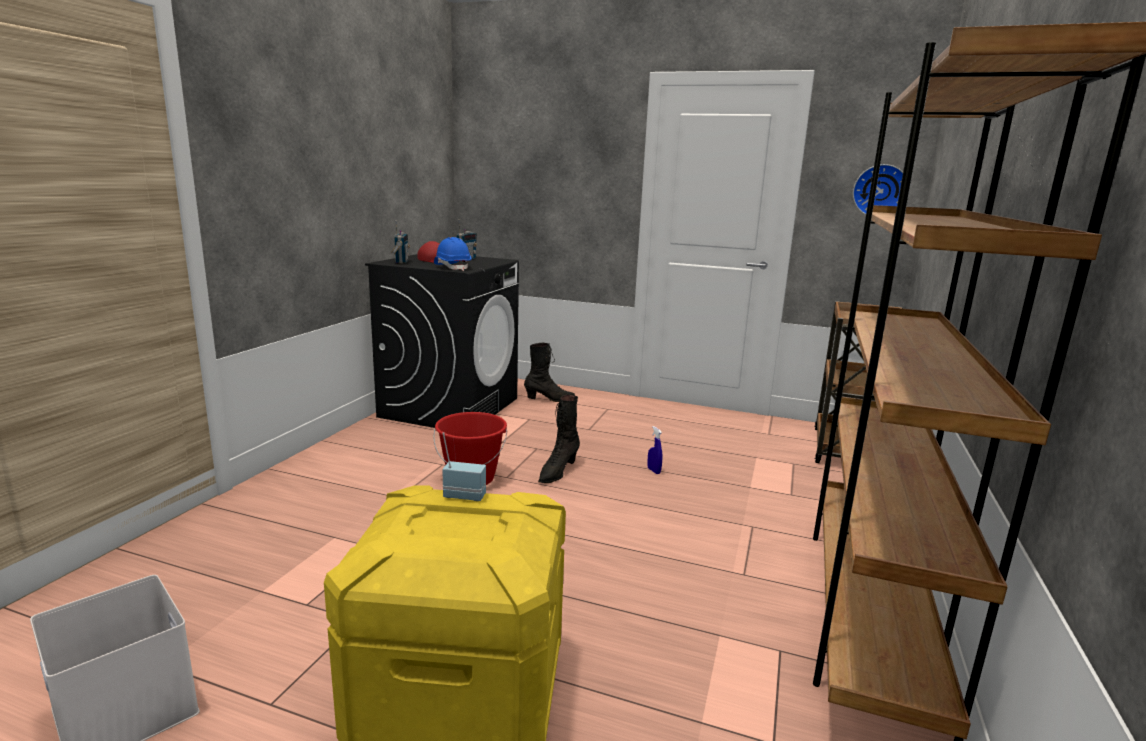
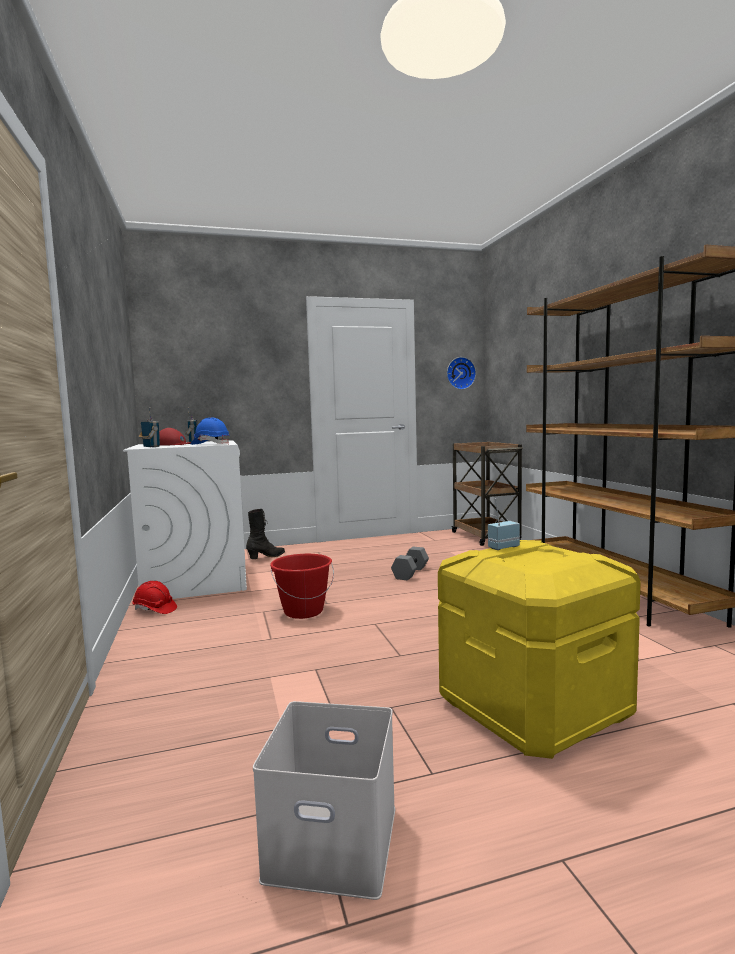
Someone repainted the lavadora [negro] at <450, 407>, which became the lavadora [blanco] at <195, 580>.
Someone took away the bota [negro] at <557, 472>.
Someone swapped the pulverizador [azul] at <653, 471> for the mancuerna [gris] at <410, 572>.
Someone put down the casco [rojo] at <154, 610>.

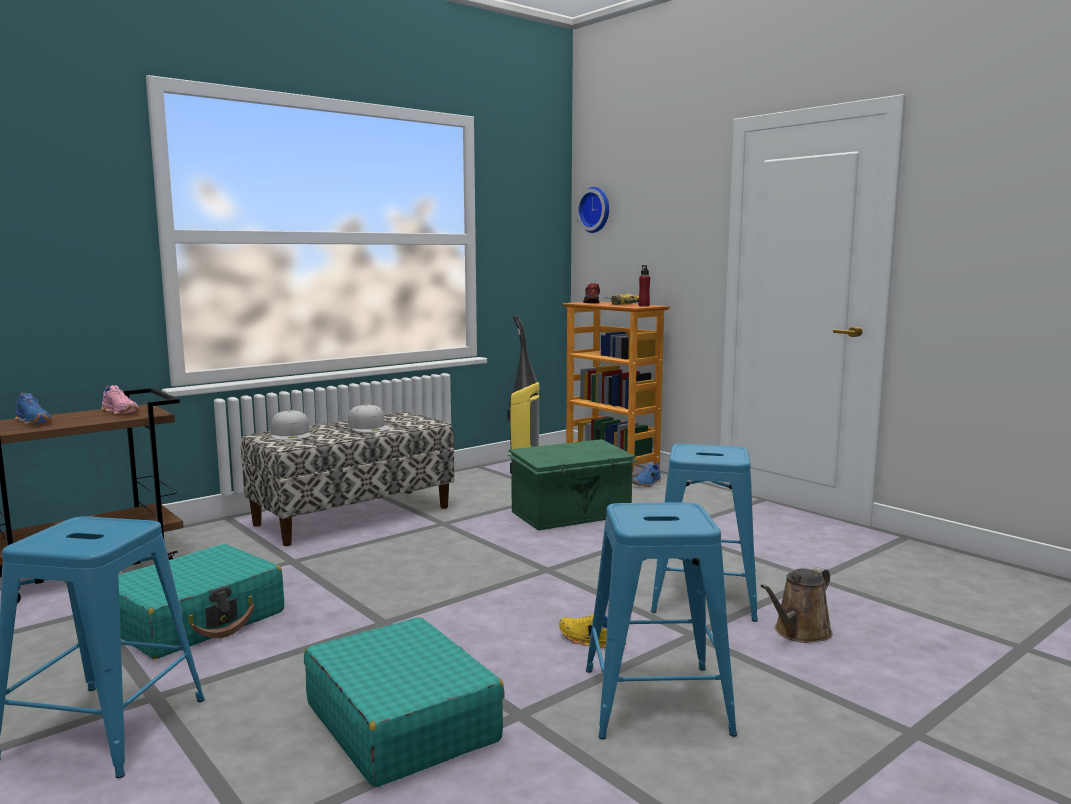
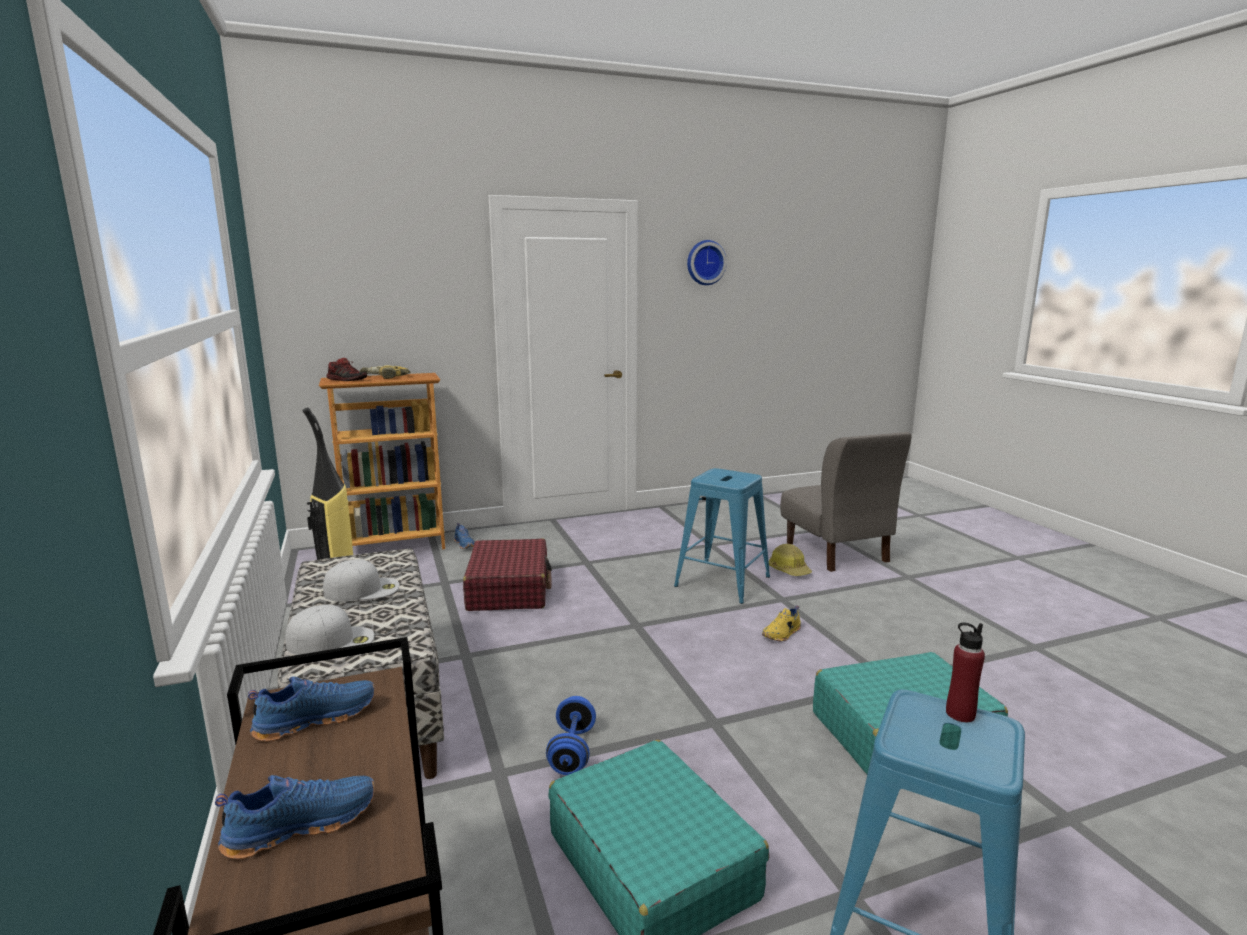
Someone carried the reloj de pared from <596, 210> to <705, 262>.
Someone carried the botella [rojo] from <644, 306> to <960, 714>.
Someone repainted the zapato [rosa] at <121, 412>, which became the zapato [azul] at <316, 718>.
Someone swapped the caja de almacenaje [verde] at <572, 514> for the maleta [rojo] at <509, 589>.
Someone took away the taburete [azul] at <655, 701>.
Someone swapped the regadera [marrón] at <799, 633> for the casco at <789, 570>.
Someone put down the silla [gris] at <836, 552>.
Someone put down the mancuerna [azul] at <572, 751>.

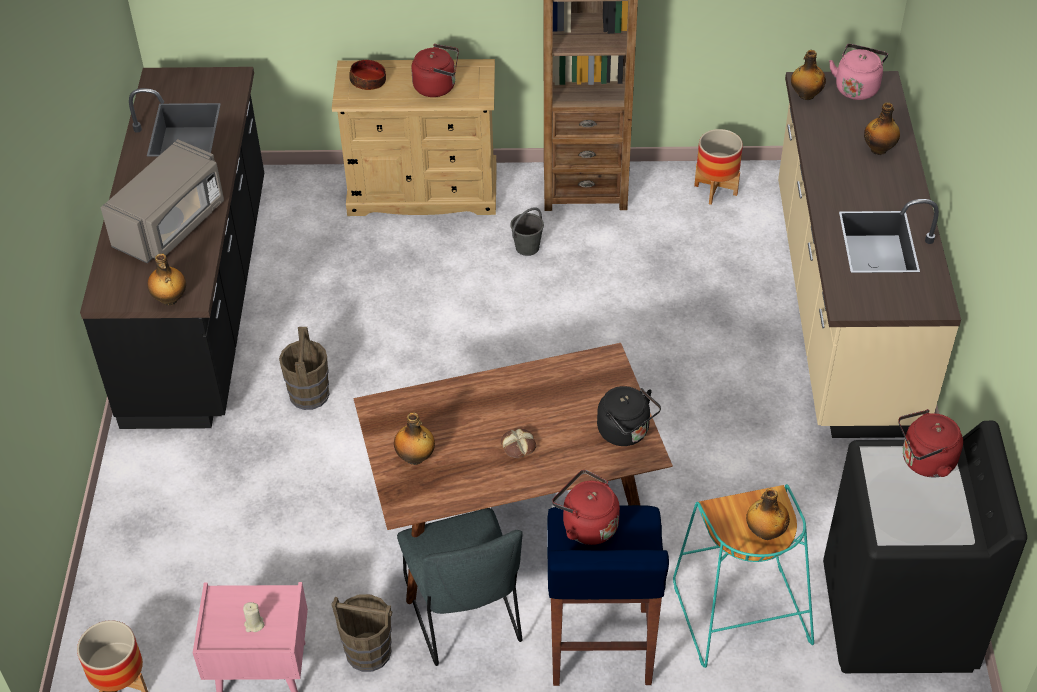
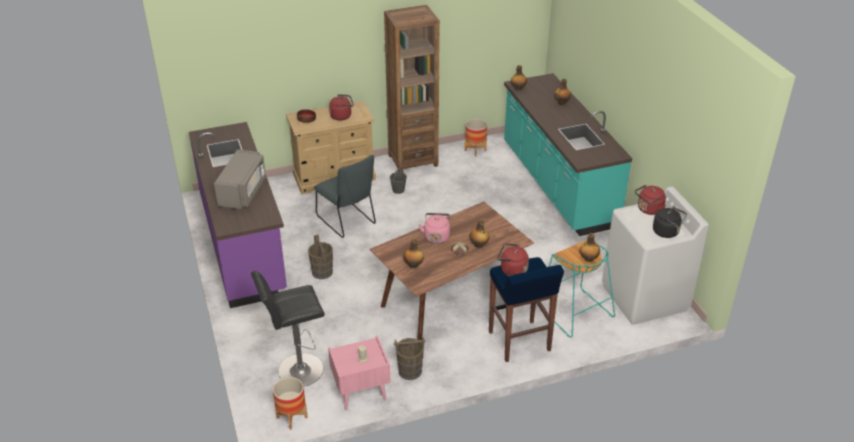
Someone carried the hervidor [rosa] from <856, 87> to <436, 236>.
Someone repainted the mueble bajo de cocina [negro] at <200, 299>, which became the mueble bajo de cocina [morado] at <243, 244>.
Someone repainted the mueble bajo de cocina [beis] at <842, 306>, which became the mueble bajo de cocina [turquesa] at <557, 184>.
Someone carried the botella from <170, 300> to <479, 245>.
Someone carried the hervidor [negro] from <626, 432> to <667, 232>.
Someone repainted the lavadora [negro] at <898, 618>, which became the lavadora [blanco] at <644, 298>.
Someone carried the silla [gris] from <464, 616> to <347, 221>.
Someone put down the taburete [negro] at <297, 371>.

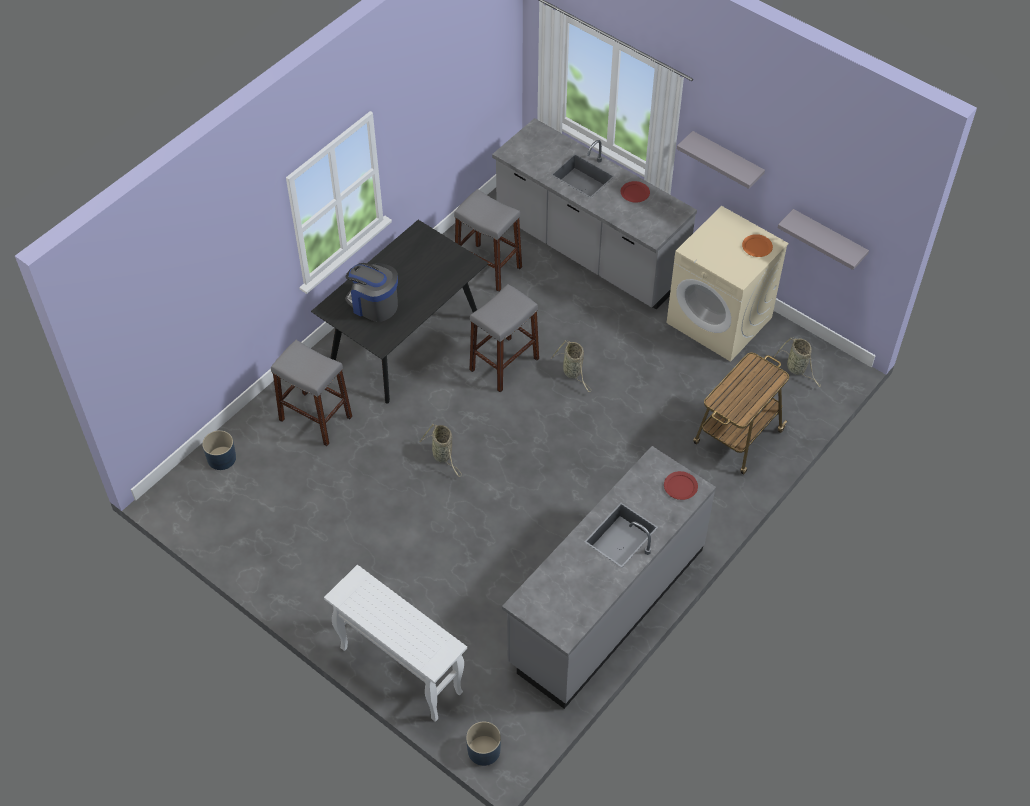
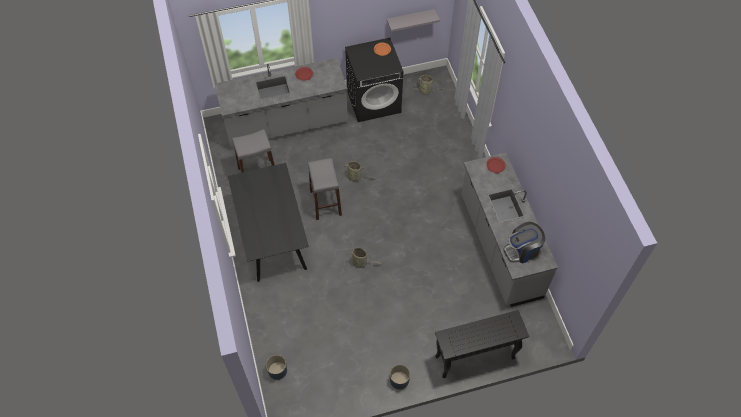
Someone took away the estante [gris] at <727, 160>.
Someone repainted the lavadora [beis] at <720, 320>, which became the lavadora [negro] at <374, 101>.
Someone carried the cafetera from <373, 304> to <522, 250>.
Someone took away the taburete [gris] at <315, 418>.
Someone took away the carrito at <737, 438>.
Someone repainted the mesa consola [blanco] at <399, 670>, which became the mesa consola [negro] at <474, 358>.
Someone carried the maceta [azul] from <483, 750> to <399, 380>.

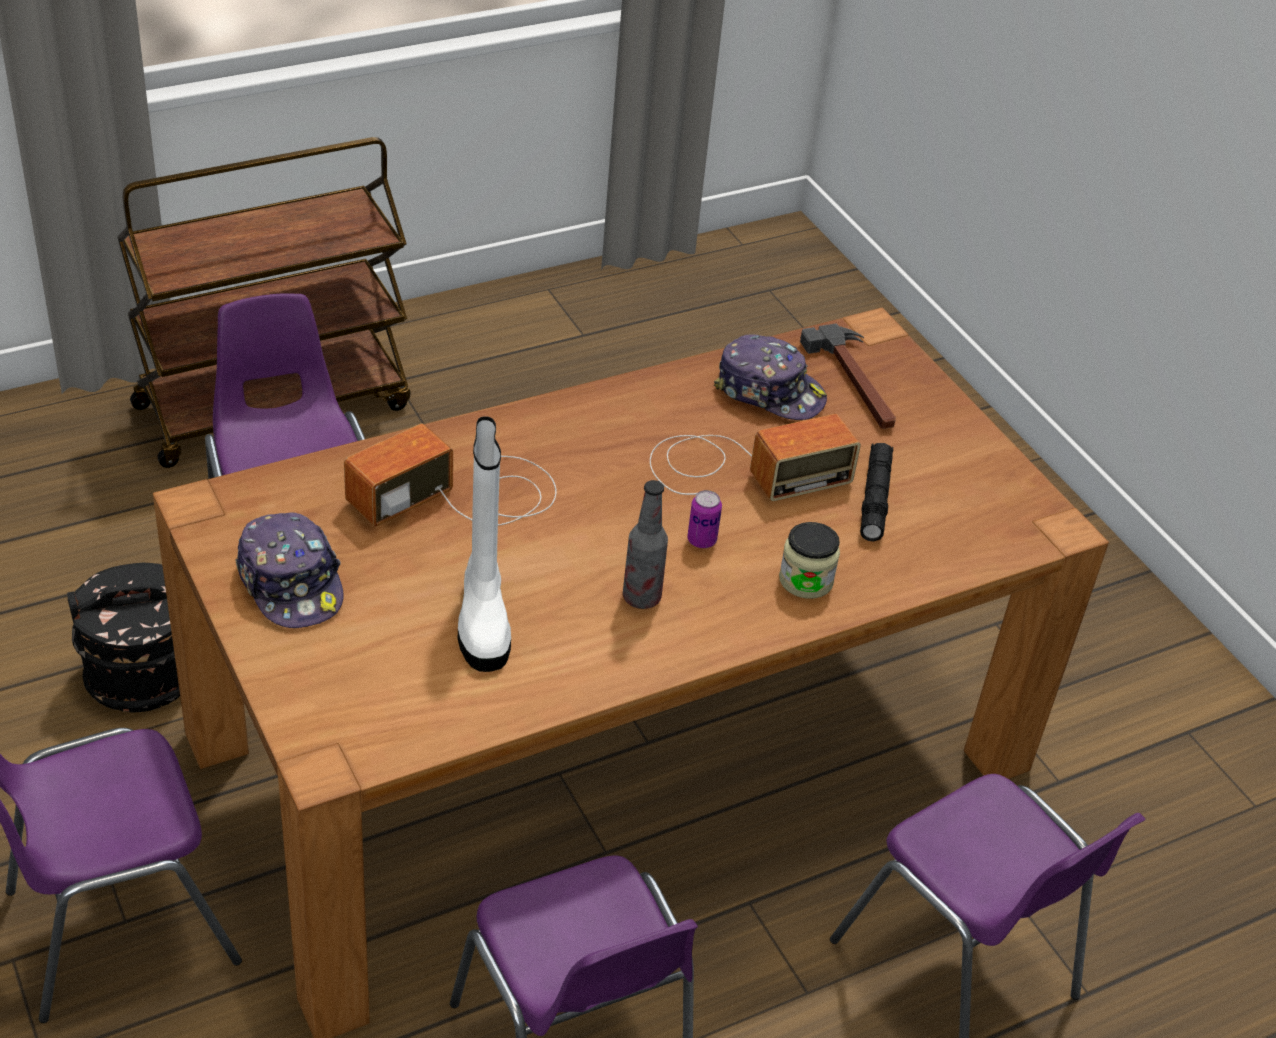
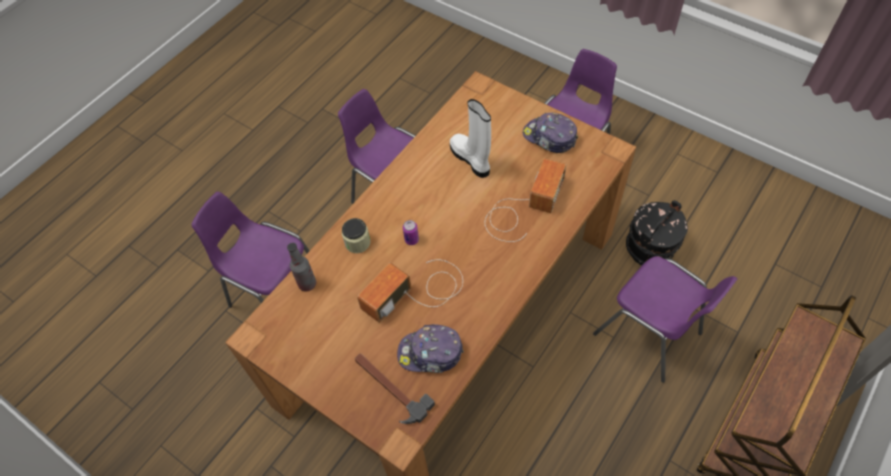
Someone took away the linterna [negro] at <875, 498>.
Someone carried the botella from <641, 597> to <307, 284>.

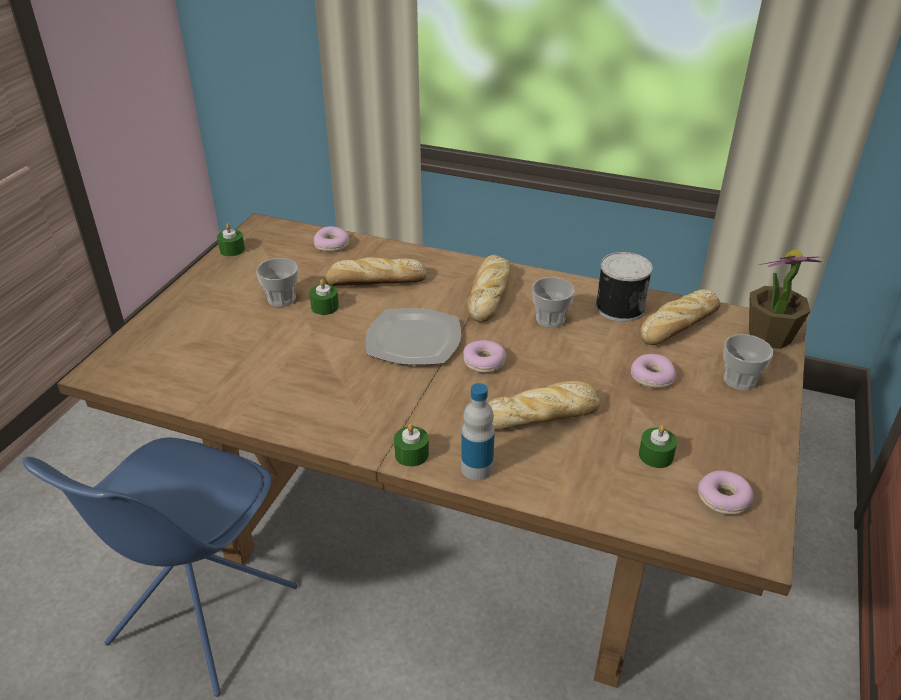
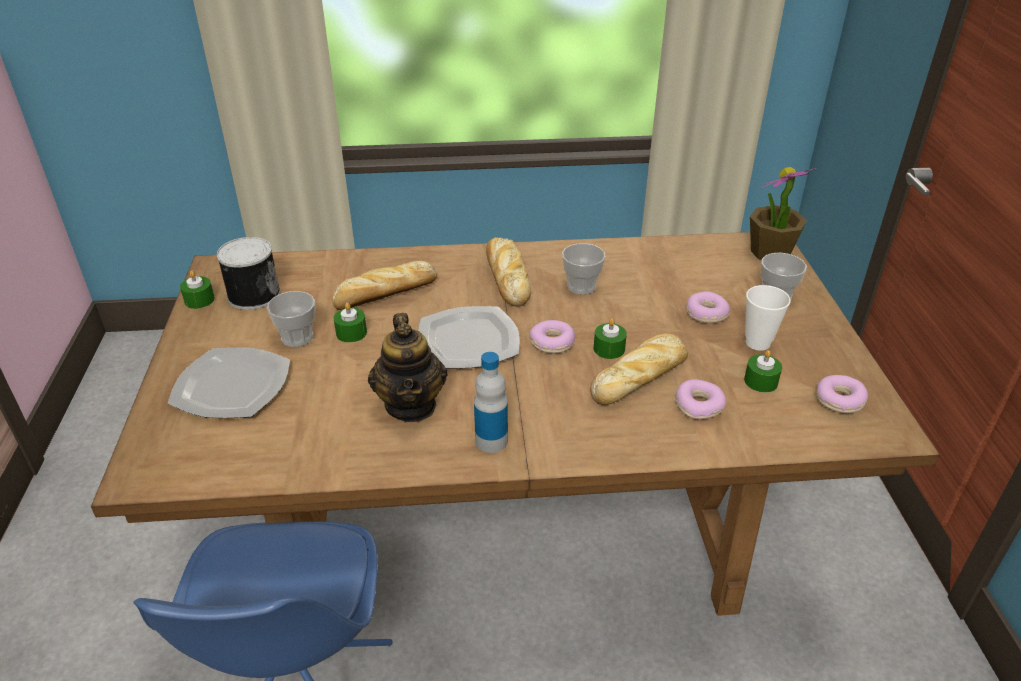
Someone carried the rosquilla from <332, 245> to <698, 405>.
Someone carried the lata from <619, 306> to <253, 294>.
Someone took away the pan at <678, 325>.
Someone carried the botella from <477, 468> to <491, 441>.
Someone carried the vela [verde] from <411, 454> to <609, 349>.
Someone put down the taza at <757, 343>.
Someone put down the tetera at <411, 405>.
Someone put down the plato at <232, 387>.

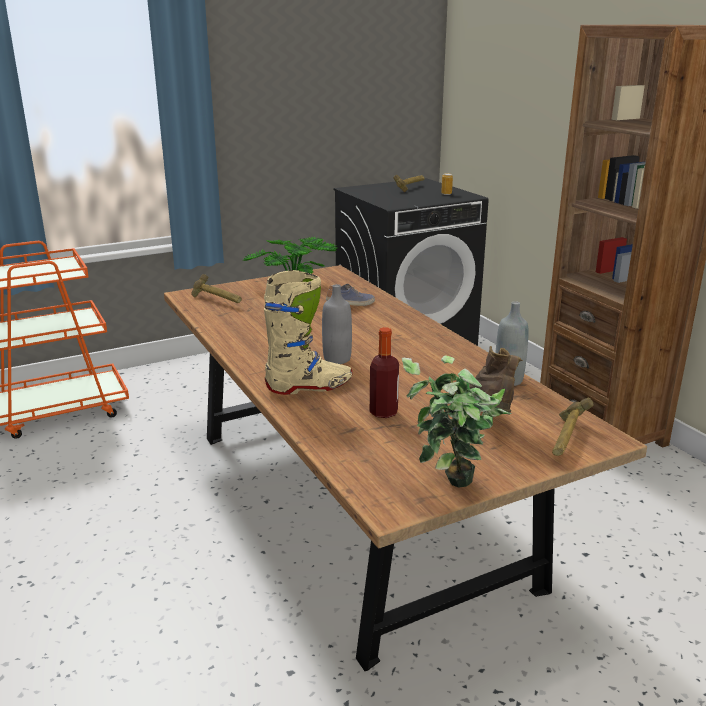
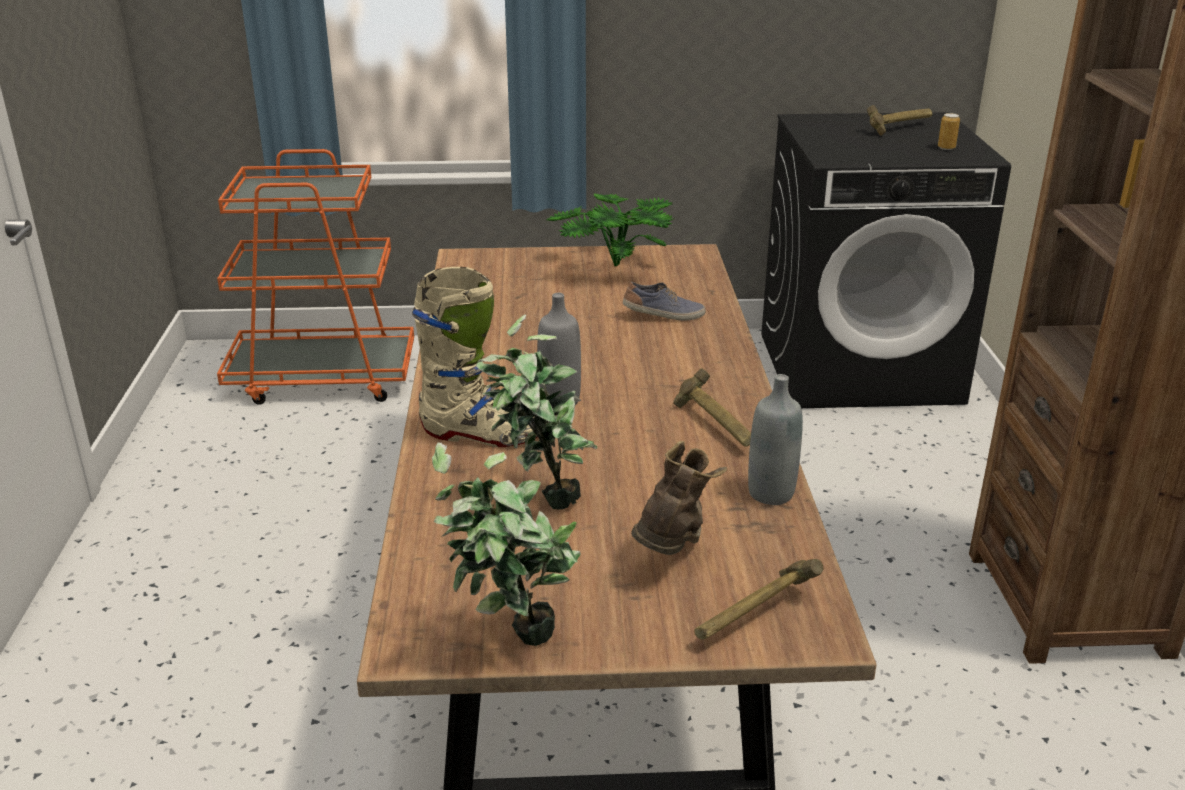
Someone carried the martillo from <217, 301> to <715, 427>.
Someone swapped the botella at <383, 412> for the planta en maceta at <540, 500>.

